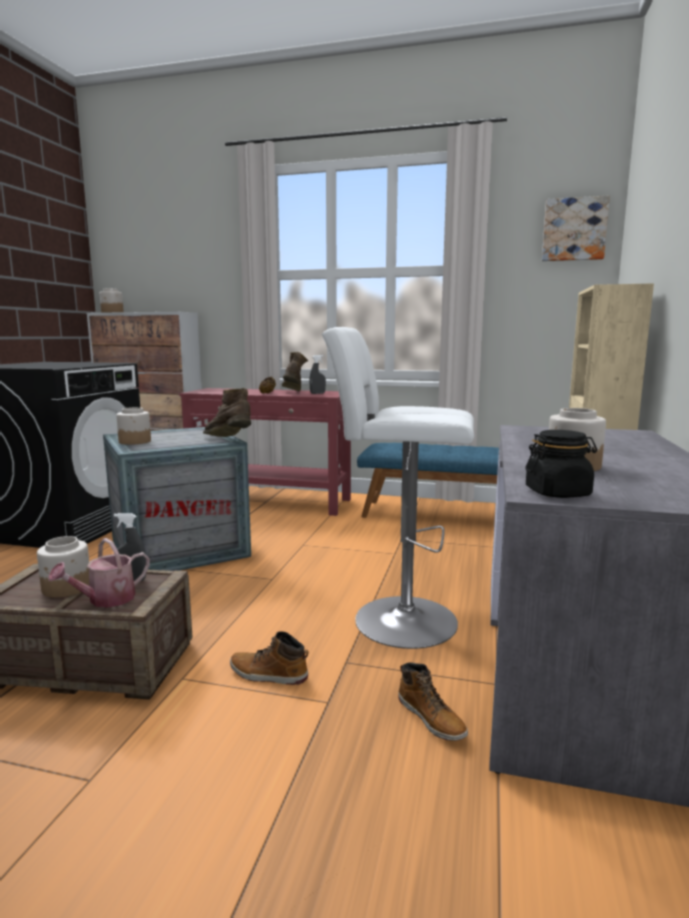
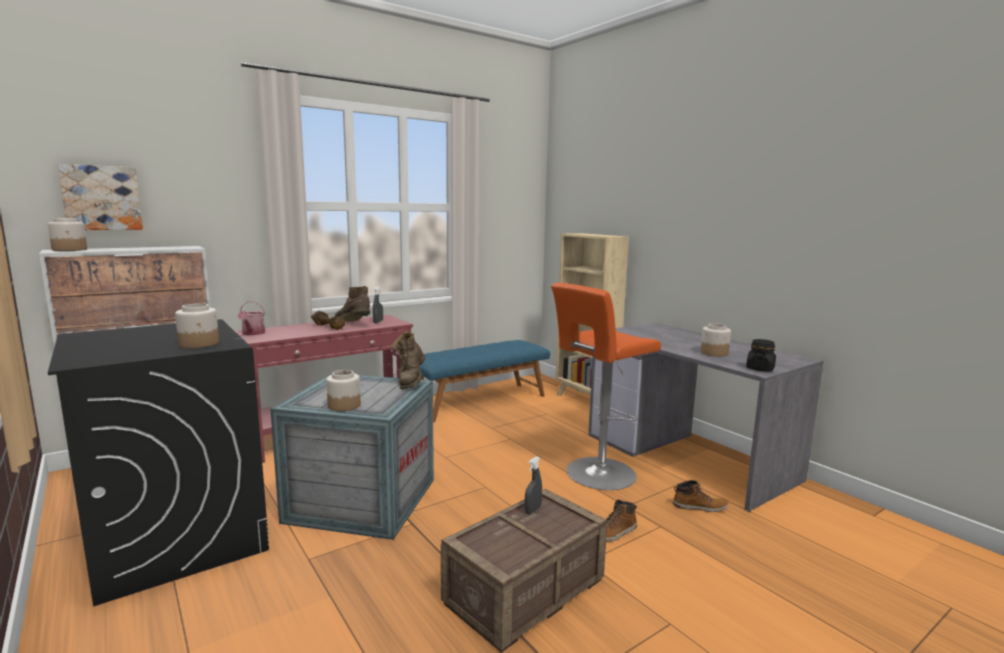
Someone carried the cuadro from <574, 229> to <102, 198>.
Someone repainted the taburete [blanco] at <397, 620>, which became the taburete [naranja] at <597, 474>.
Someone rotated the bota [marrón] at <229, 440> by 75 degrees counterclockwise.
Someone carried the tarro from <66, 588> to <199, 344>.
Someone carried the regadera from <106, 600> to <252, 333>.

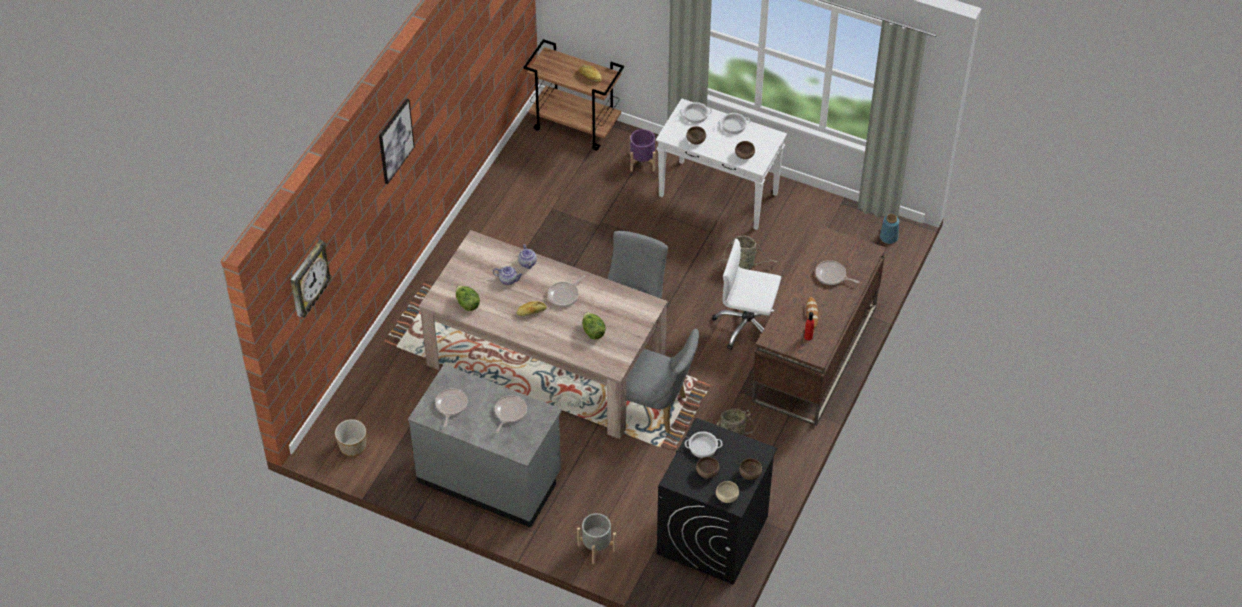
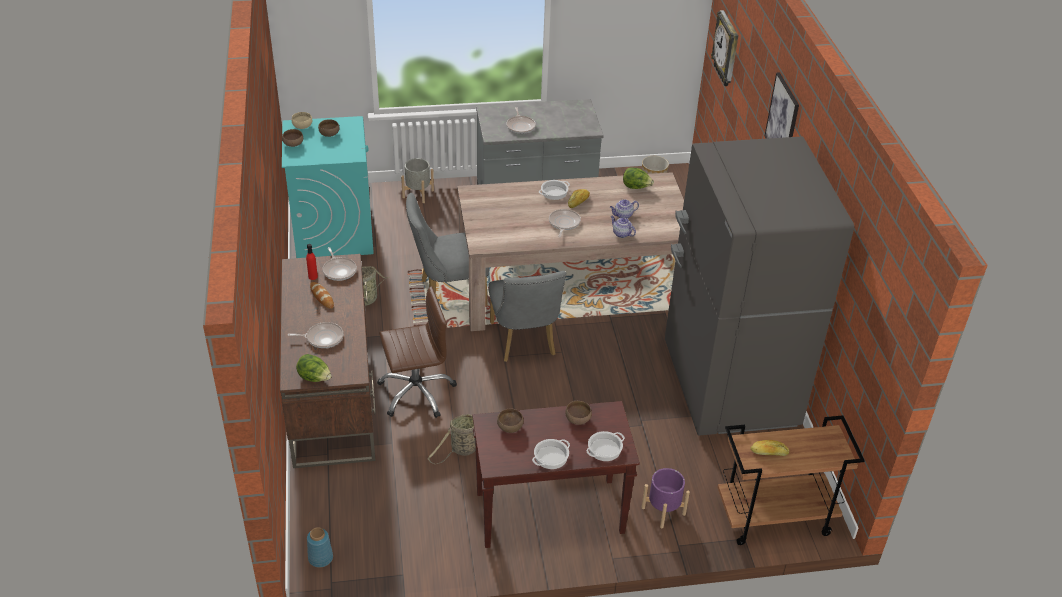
Someone repainted the mesa consola [blanco] at <719, 195>, which became the mesa consola [marrón] at <548, 514>.
Someone repainted the silla de oficina [blanco] at <747, 326>, which became the silla de oficina [marrón] at <416, 392>.
Someone carried the lechuga from <593, 332> to <315, 378>.
Someone carried the sartén from <450, 406> to <339, 270>.
Someone repainted the lavadora [negro] at <712, 536>, which became the lavadora [turquesa] at <333, 231>.
Someone carried the olla from <702, 447> to <554, 192>.
Someone put down the nevera [gris] at <728, 386>.

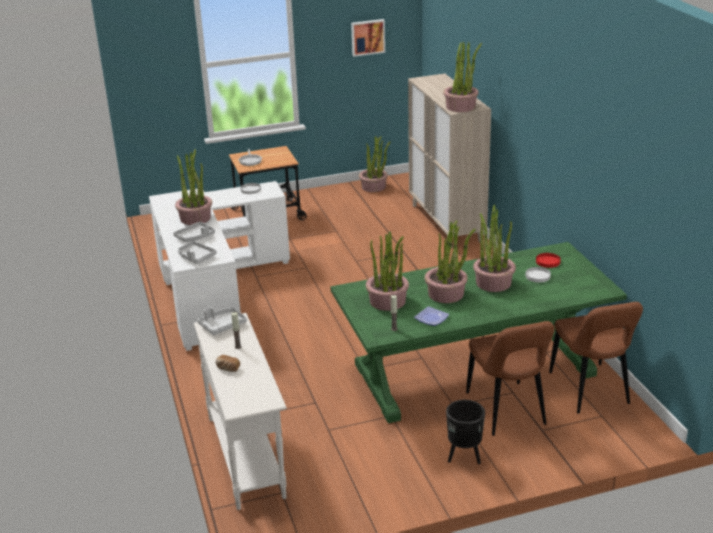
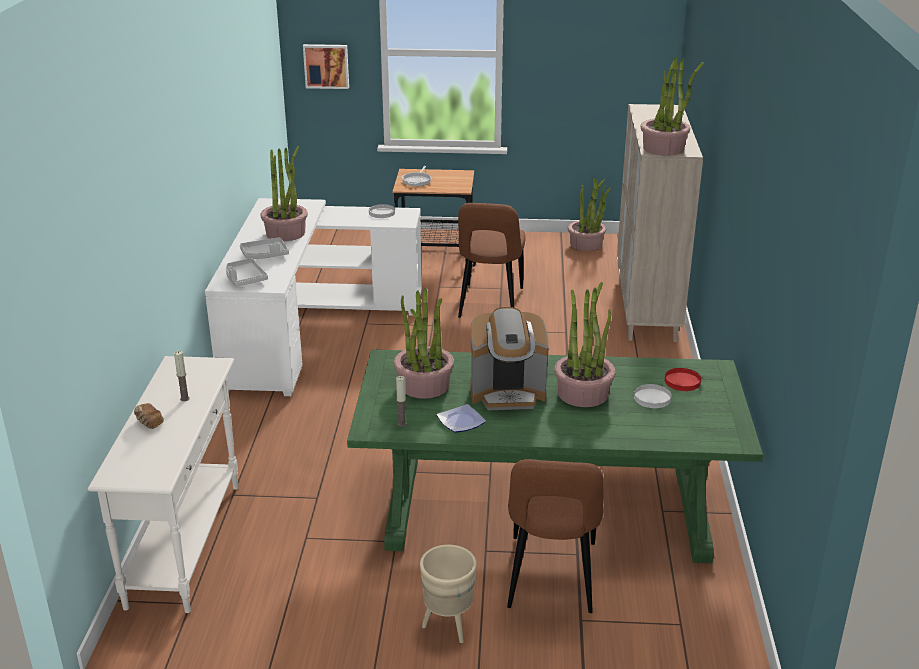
Someone carried the cuadro from <367, 37> to <326, 66>.
Someone swapped the planta en maceta at <446, 294> for the cafetera at <508, 393>.
Someone carried the silla [marrón] from <590, 391> to <490, 305>.
Someone took away the bandeja [gris] at <222, 325>.
Someone repainted the maceta [negro] at <464, 457>, which became the maceta [beis] at <448, 627>.

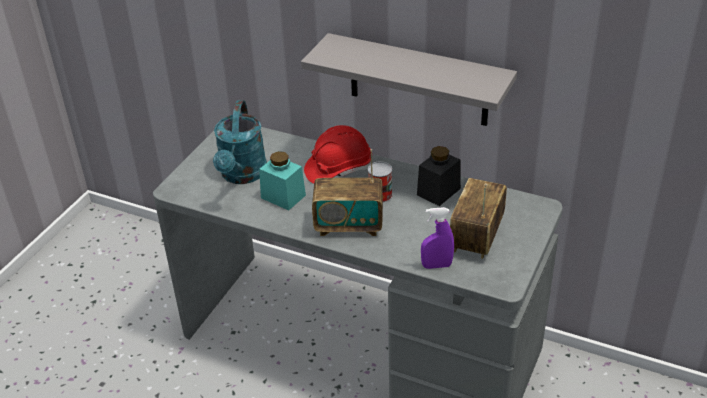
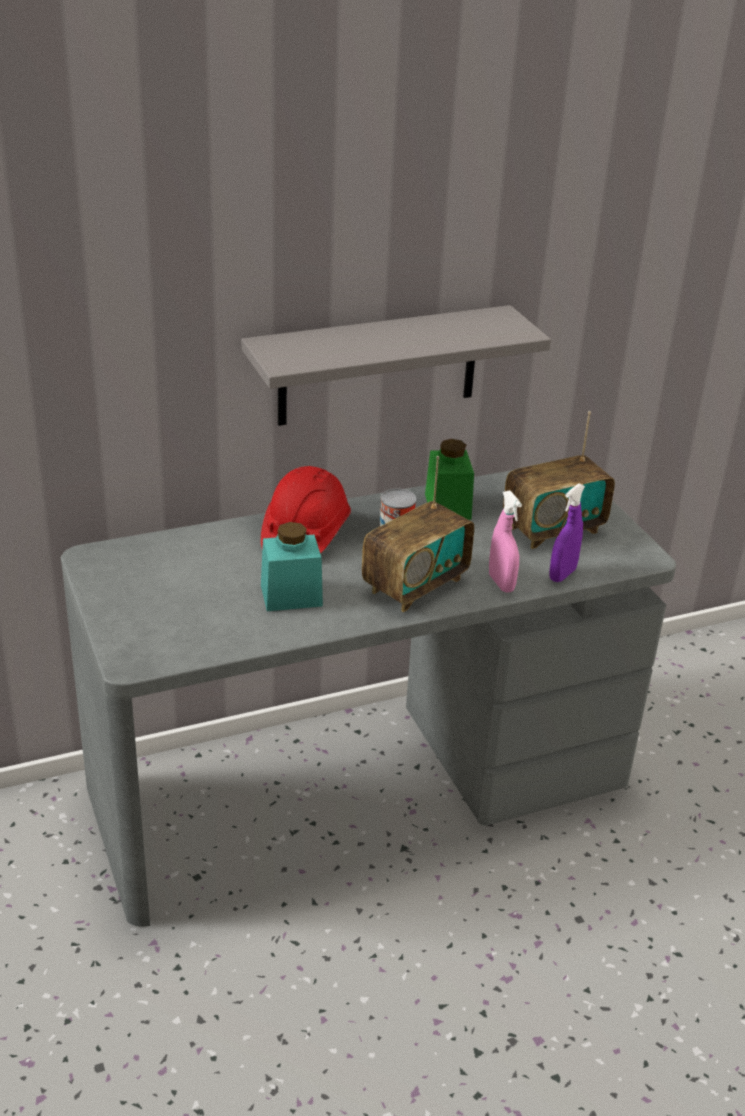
Someone took away the regadera [turquesa] at <242, 175>.
Someone repainted the tarro [negro] at <438, 191>, which became the tarro [verde] at <447, 506>.
Someone rotated the radio at <476, 237> by 90 degrees counterclockwise.
Someone put down the pulverizador [rosa] at <501, 583>.

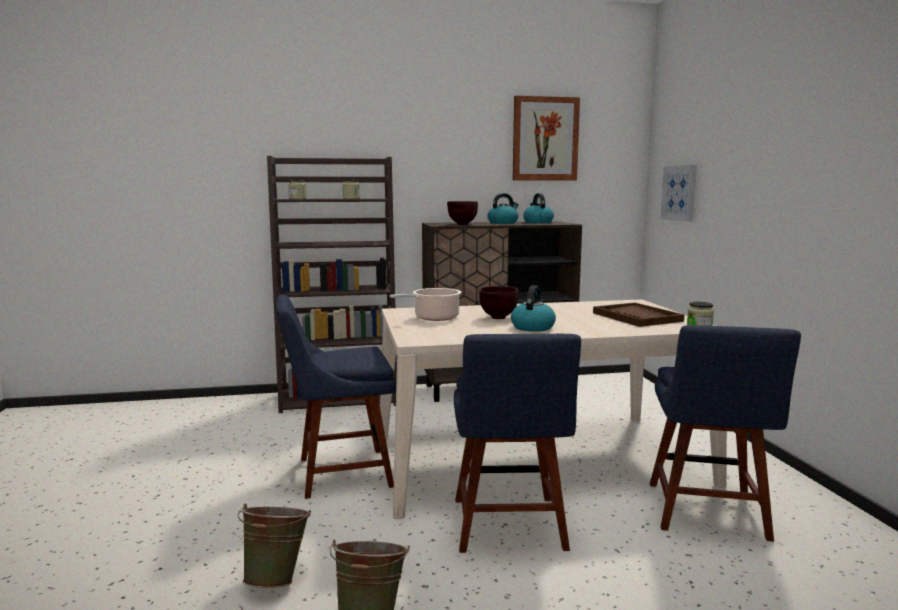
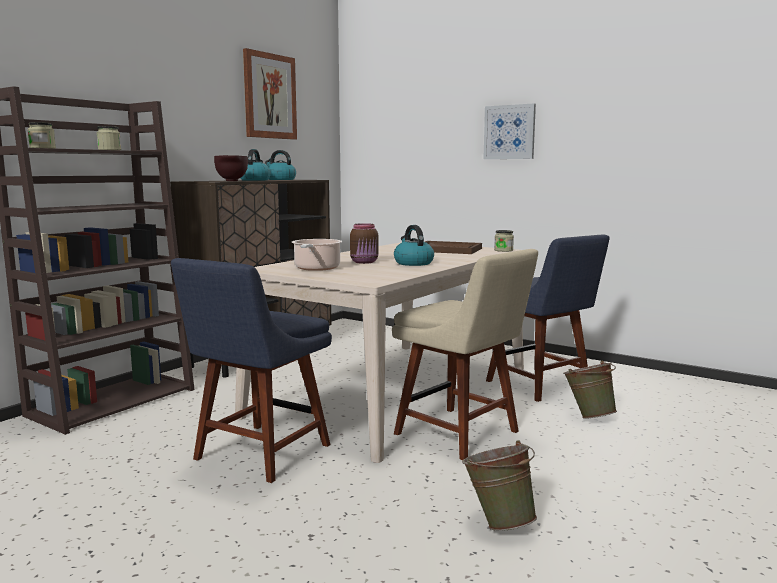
Someone carried the cuadro from <679, 193> to <509, 132>.
Someone swapped the cuenco [marrón] at <497, 318> for the tarro [marrón] at <365, 262>.
Someone repainted the silla [azul] at <509, 527>, which became the silla [beis] at <461, 434>.
Someone carried the cubo [verde] from <277, 578> to <588, 416>.

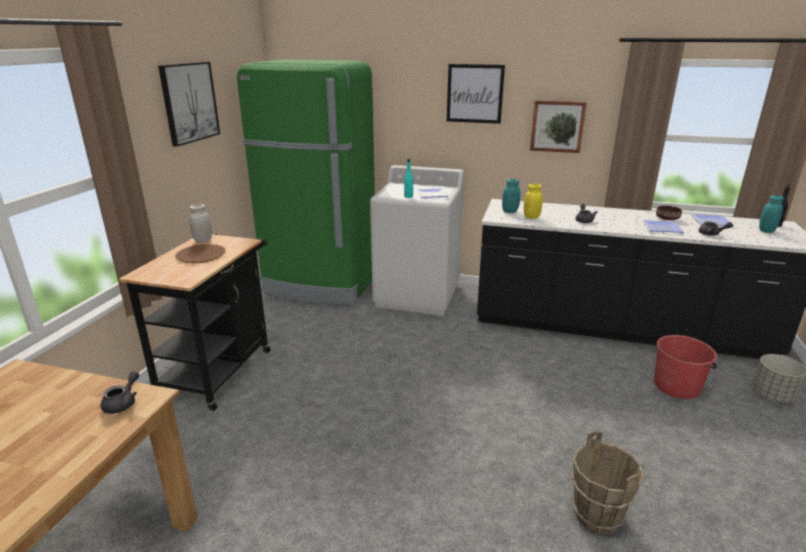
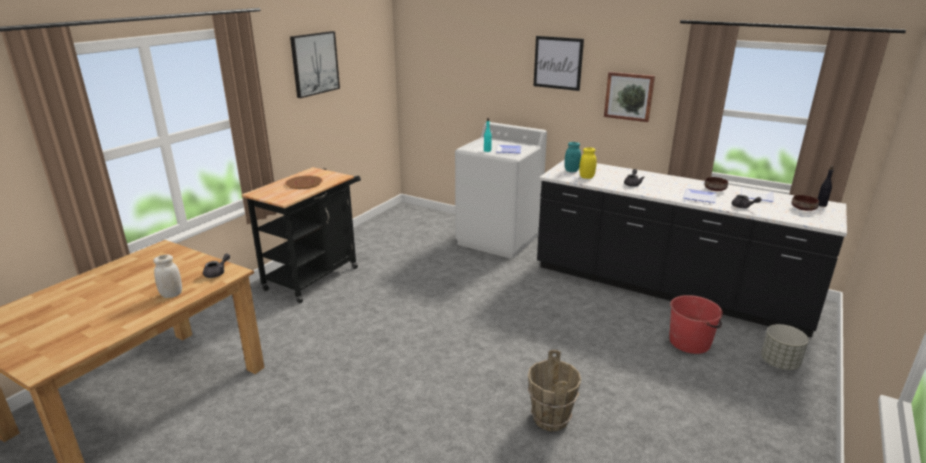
Someone took away the nevera [verde] at <321, 285>.
Someone swapped the tarro [turquesa] at <766, 231> for the cuenco [marrón] at <803, 209>.
Someone carried the tarro [blanco] from <203, 240> to <171, 294>.

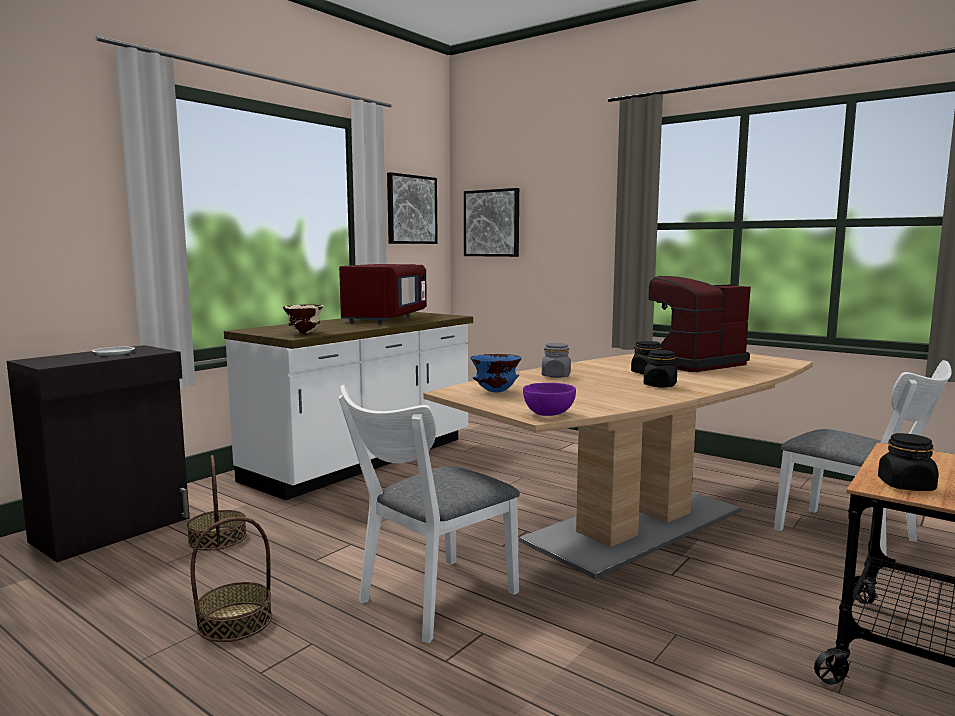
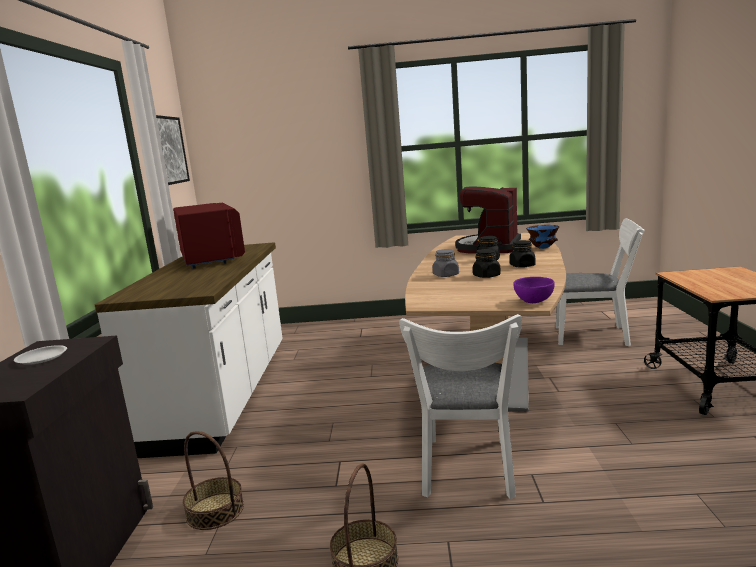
Someone took away the cuadro at <492, 223>.
Someone took away the cuenco [beis] at <304, 333>.
Someone carried the cuenco [azul] from <495, 392> to <542, 248>.
Someone carried the tarro [negro] from <906, 486> to <486, 276>.

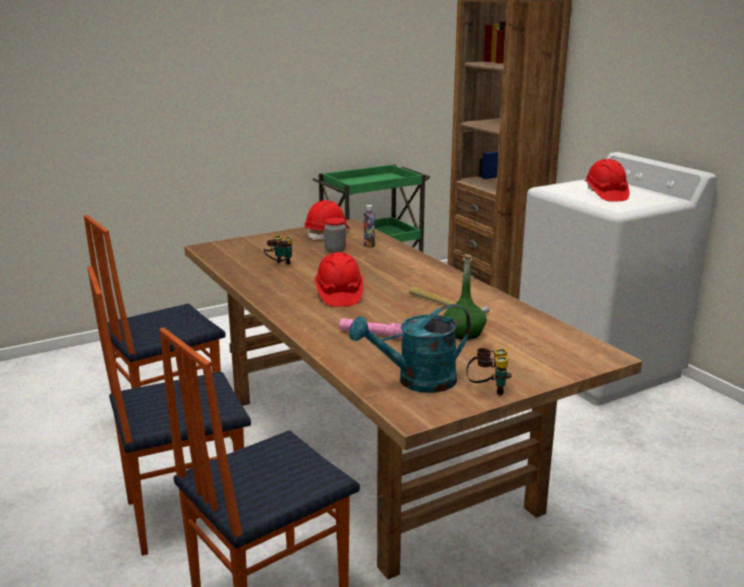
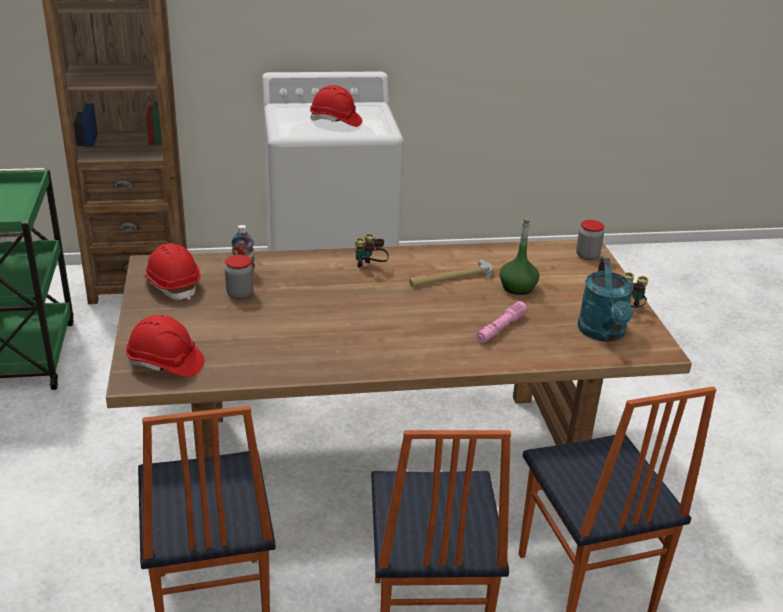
Someone carried the prismáticos from <280, 266> to <370, 268>.
Someone carried the casco [rojo] from <339, 295> to <165, 363>.
Someone put down the tarro at <587, 255>.

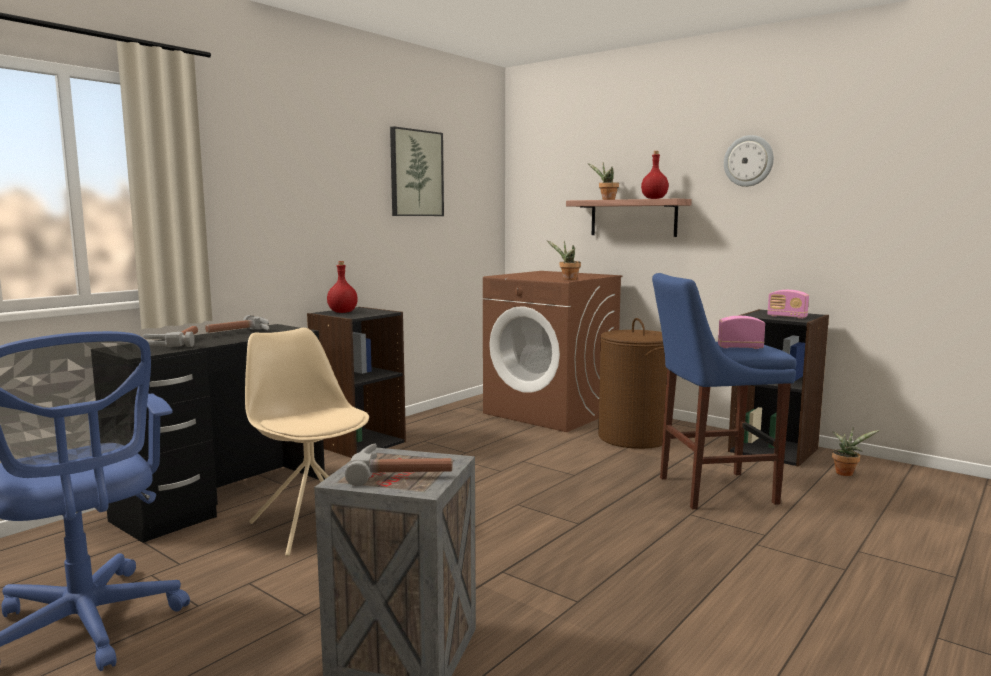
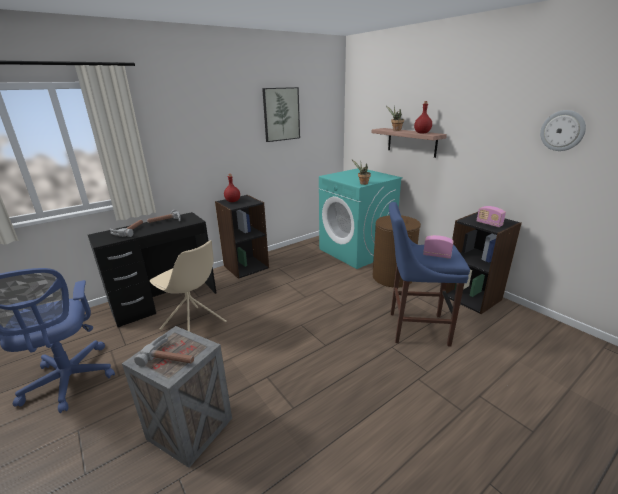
Someone carried the reloj de pared from <748, 161> to <562, 130>.
Someone repainted the lavadora [marrón] at <551, 412>, which became the lavadora [turquesa] at <356, 251>.
Someone rotated the silla [beis] at <311, 525> by 150 degrees clockwise.
Someone took away the planta en maceta at <846, 473>.

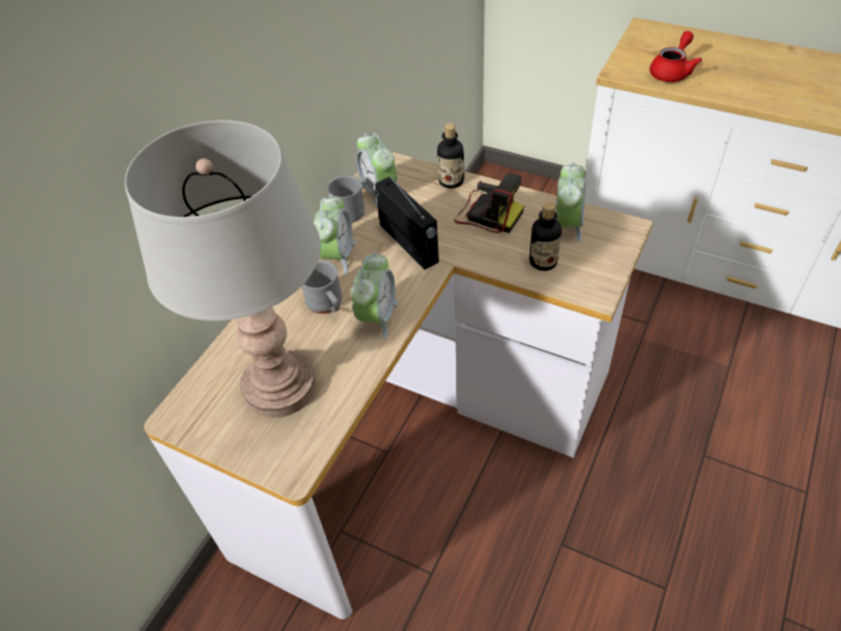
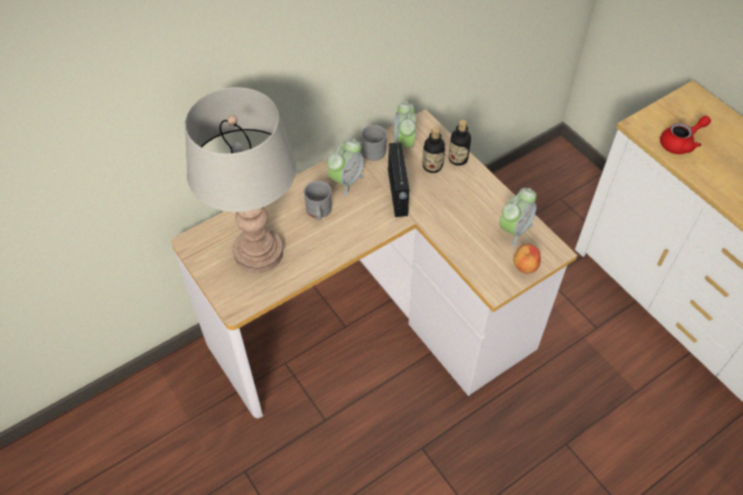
Someone took away the cámara at <487, 214>.
Someone carried the botella from <543, 262> to <432, 166>.
Someone took away the despertador at <377, 317>.
Someone put down the manzana at <524, 266>.

